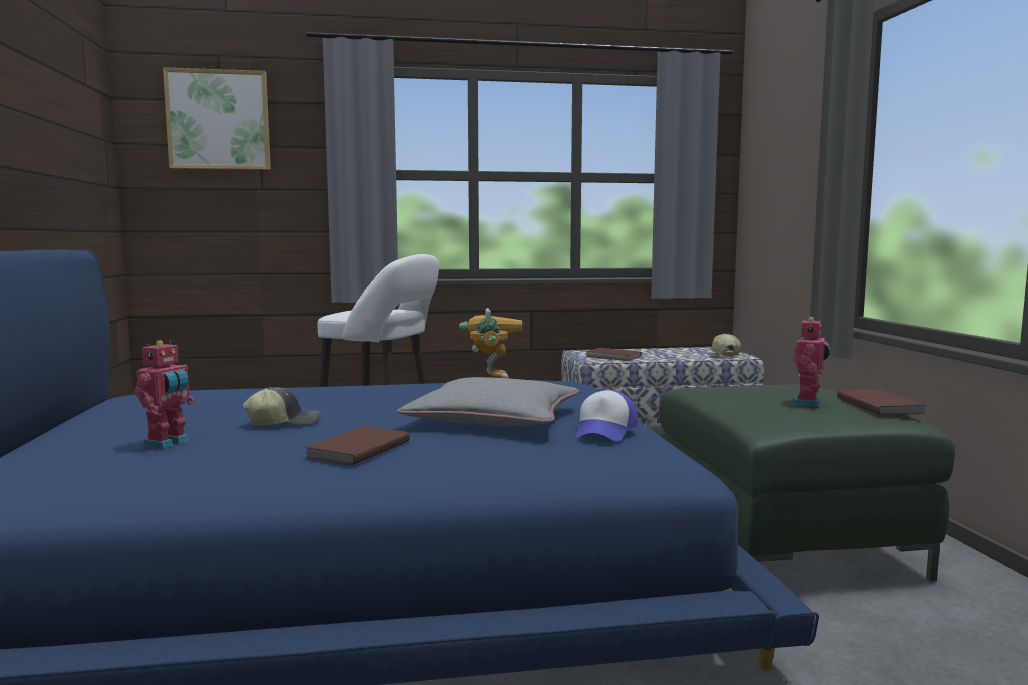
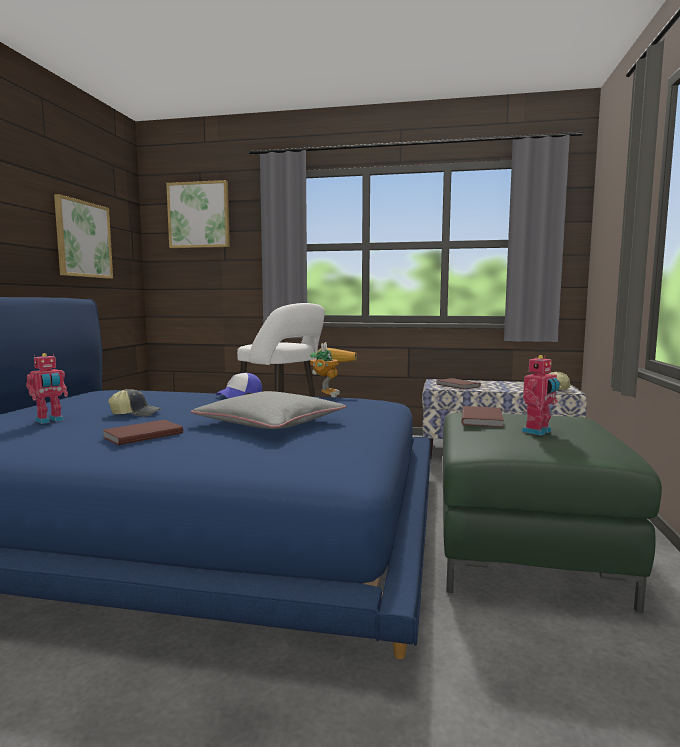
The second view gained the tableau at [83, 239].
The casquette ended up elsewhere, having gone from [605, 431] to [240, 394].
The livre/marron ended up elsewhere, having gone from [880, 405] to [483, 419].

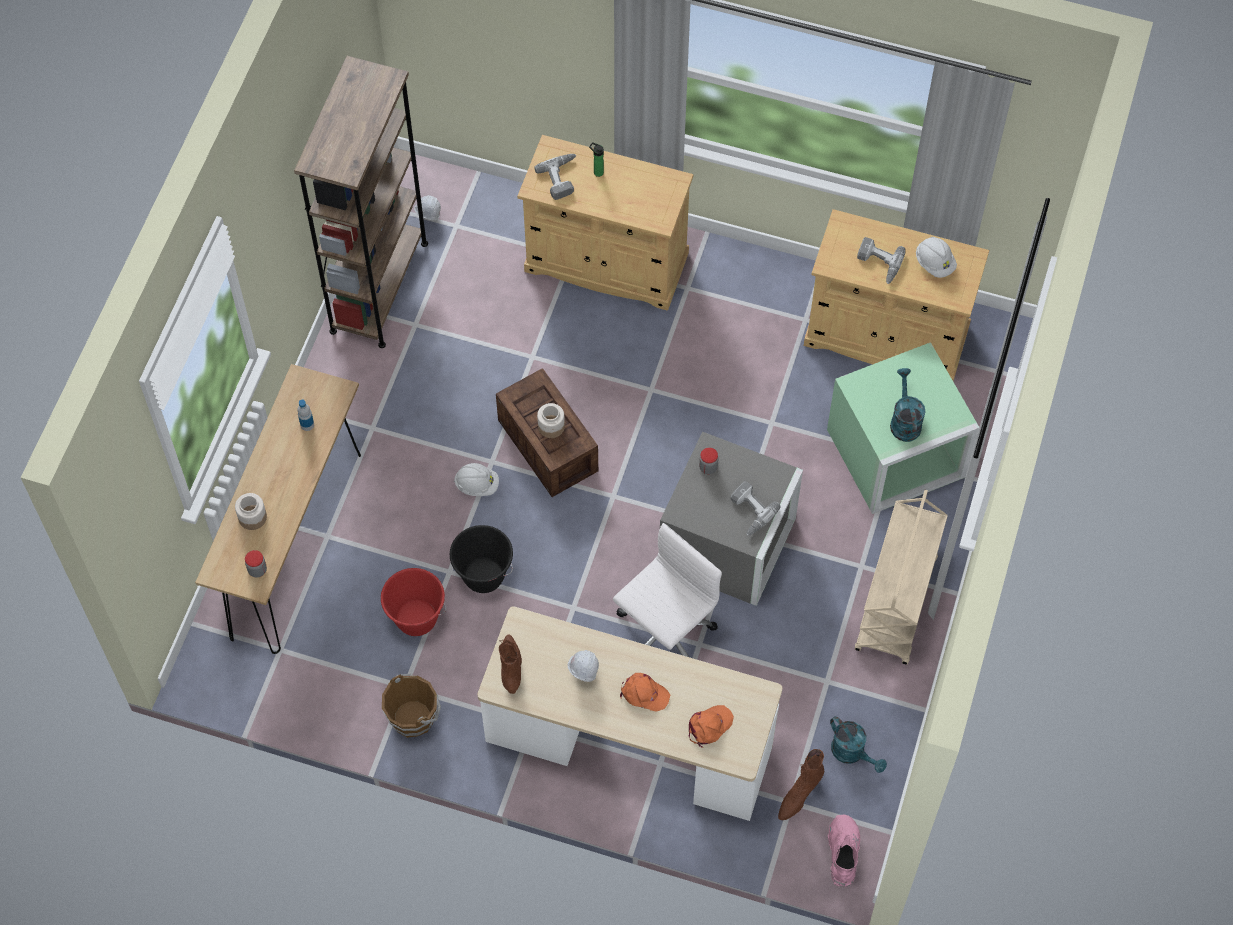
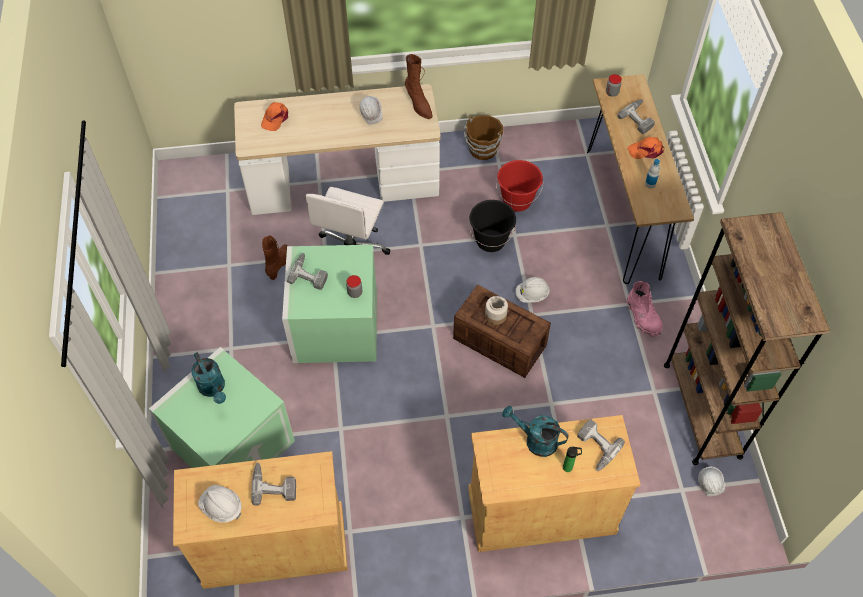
The second view lost the chariot/beige at [896, 605].
The casquette/orange ended up elsewhere, having gone from [644, 693] to [646, 150].
The botte/marron ended up elsewhere, having gone from [799, 795] to [279, 265].
The botte/rose ended up elsewhere, having gone from [843, 852] to [643, 317].
The arrosoir/turquoise ended up elsewhere, having gone from [852, 753] to [535, 440].
Where the bocal stood at [252, 517], the perceuse came to stand at [639, 118].
What was the boîte de rangement/gris at [728, 544] turned into the boîte de rangement/vert at [334, 325].

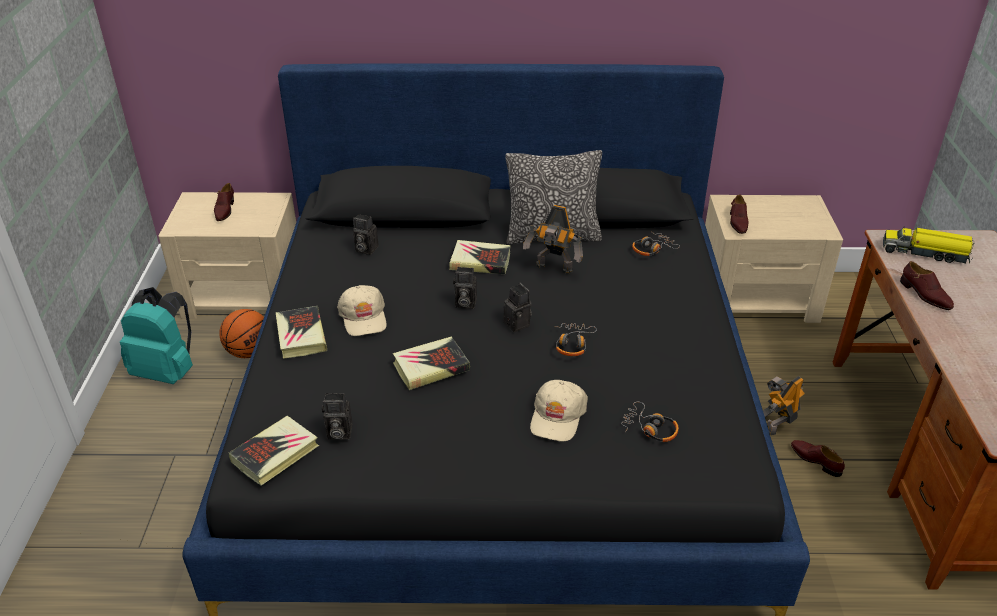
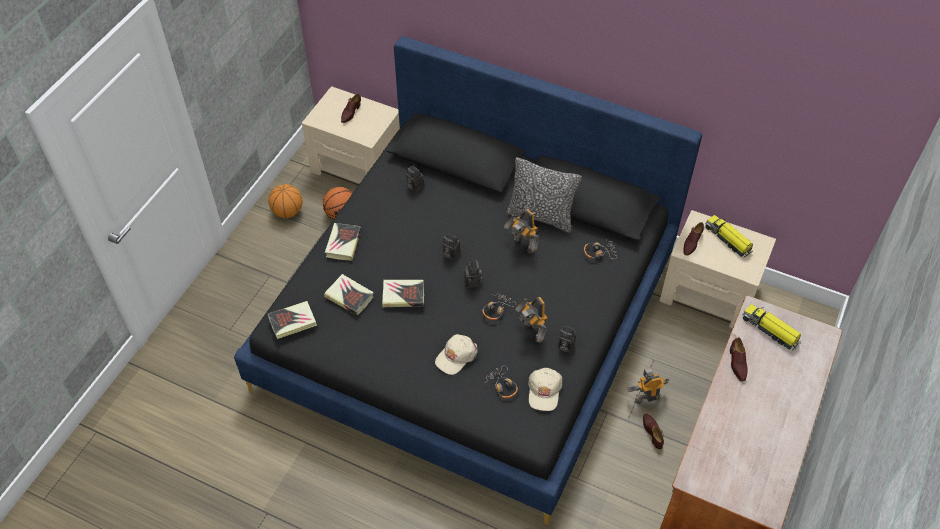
The second view gained the robot jouet at [532, 332].
The second view gained the camion jouet at [728, 239].
The appareil photo ended up elsewhere, having gone from [338, 433] to [564, 346].
The casquette/beige ended up elsewhere, having gone from [363, 317] to [544, 391].
The livre ended up elsewhere, having gone from [480, 261] to [349, 297].
Where the sac à dos/turquoise stood at [167, 371], the ballon de basket came to stand at [287, 212].

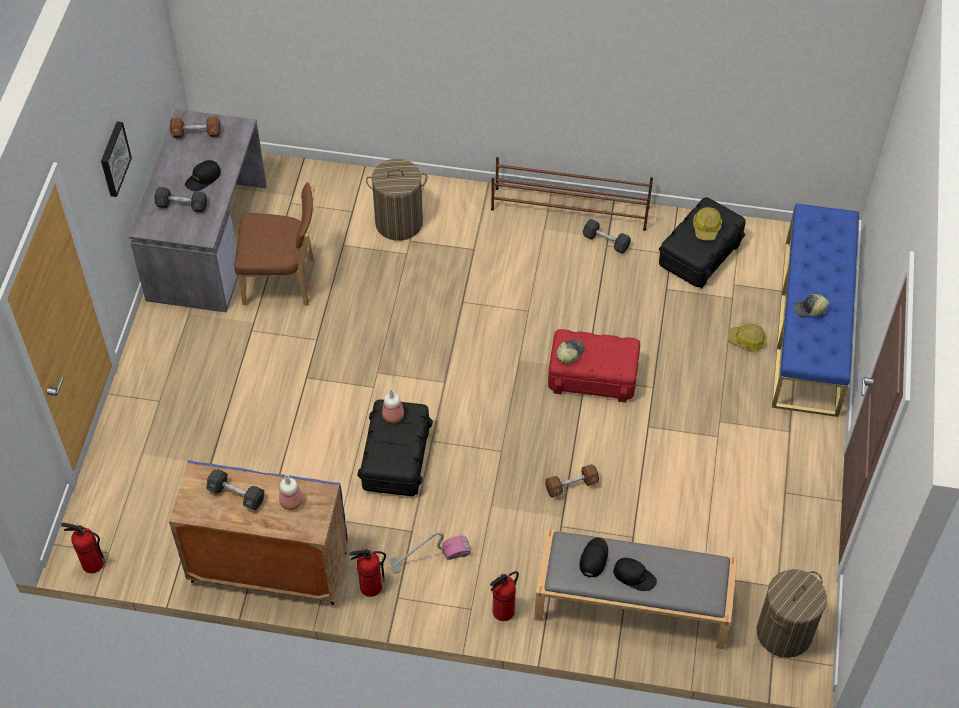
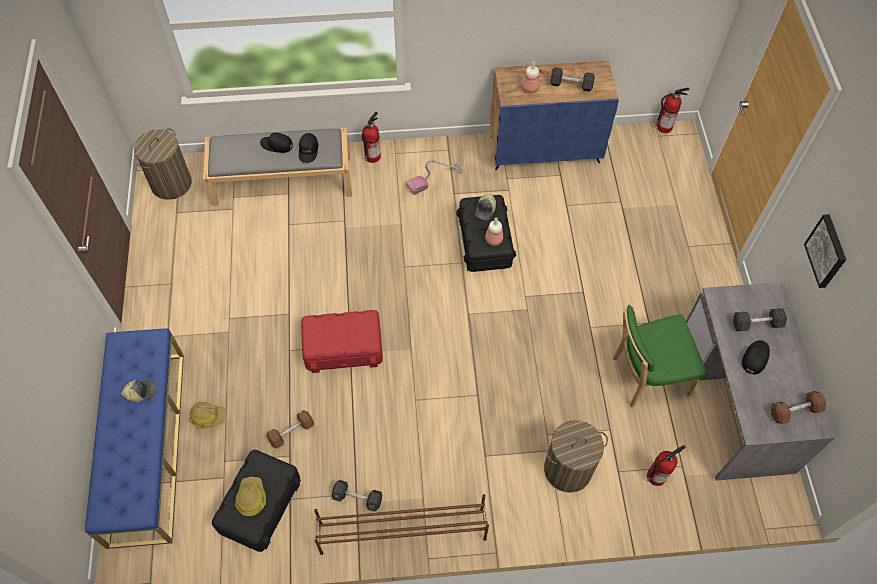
The extincteur ended up elsewhere, having gone from [370, 587] to [657, 475].
The haltère/marron ended up elsewhere, having gone from [571, 485] to [291, 432].
The casquette ended up elsewhere, having gone from [569, 353] to [485, 210].
What was the chaise/marron at [283, 281] turned into the chaise/vert at [646, 376].

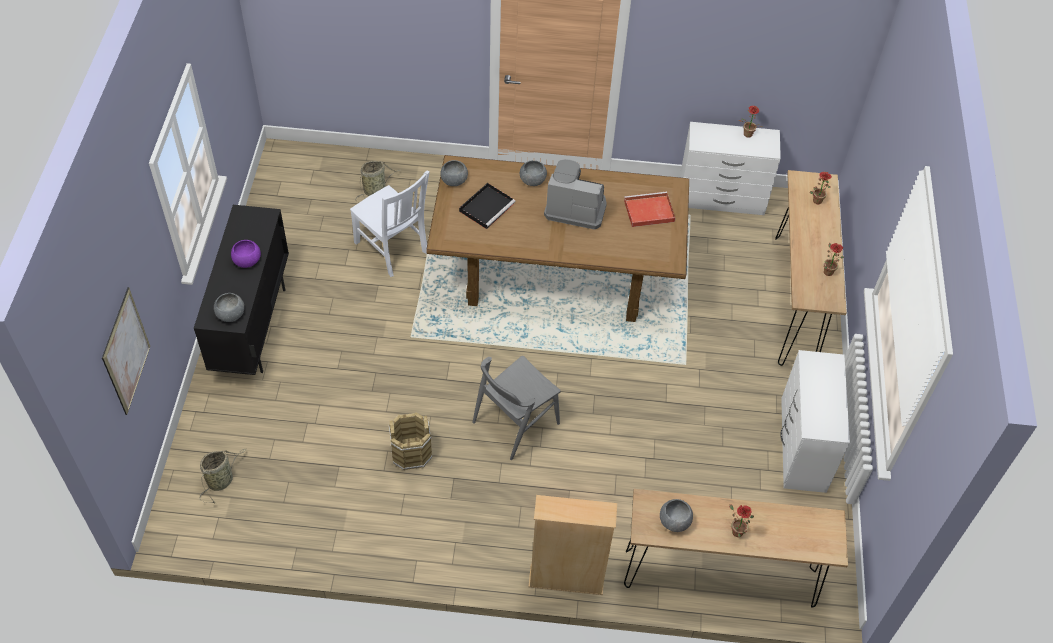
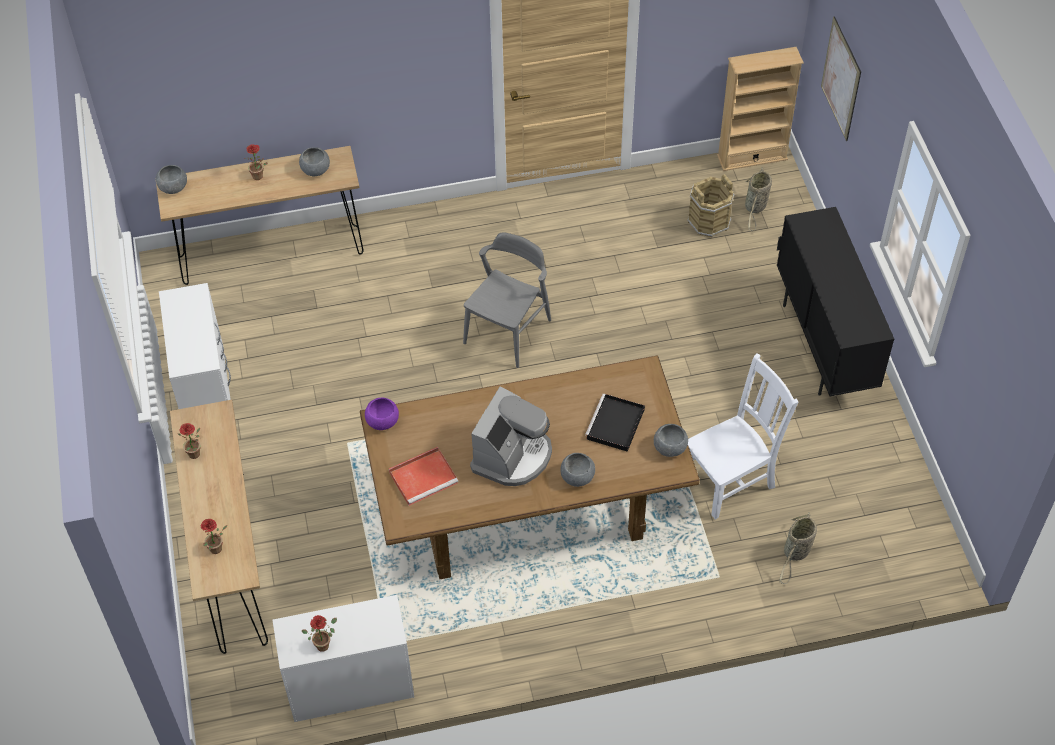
The bol/gris ended up elsewhere, having gone from [230, 314] to [173, 187].
The bol/violet ended up elsewhere, having gone from [247, 260] to [383, 421].
The seau/marron ended up elsewhere, having gone from [411, 452] to [709, 221].
The bibliothèque/beige ended up elsewhere, having gone from [566, 580] to [752, 157].
The chaise/blanc at [392, 249] ended up facing another way, 120 degrees clockwise from before.
The machine à café at [575, 207] ended up facing another way, 60 degrees counterclockwise from before.

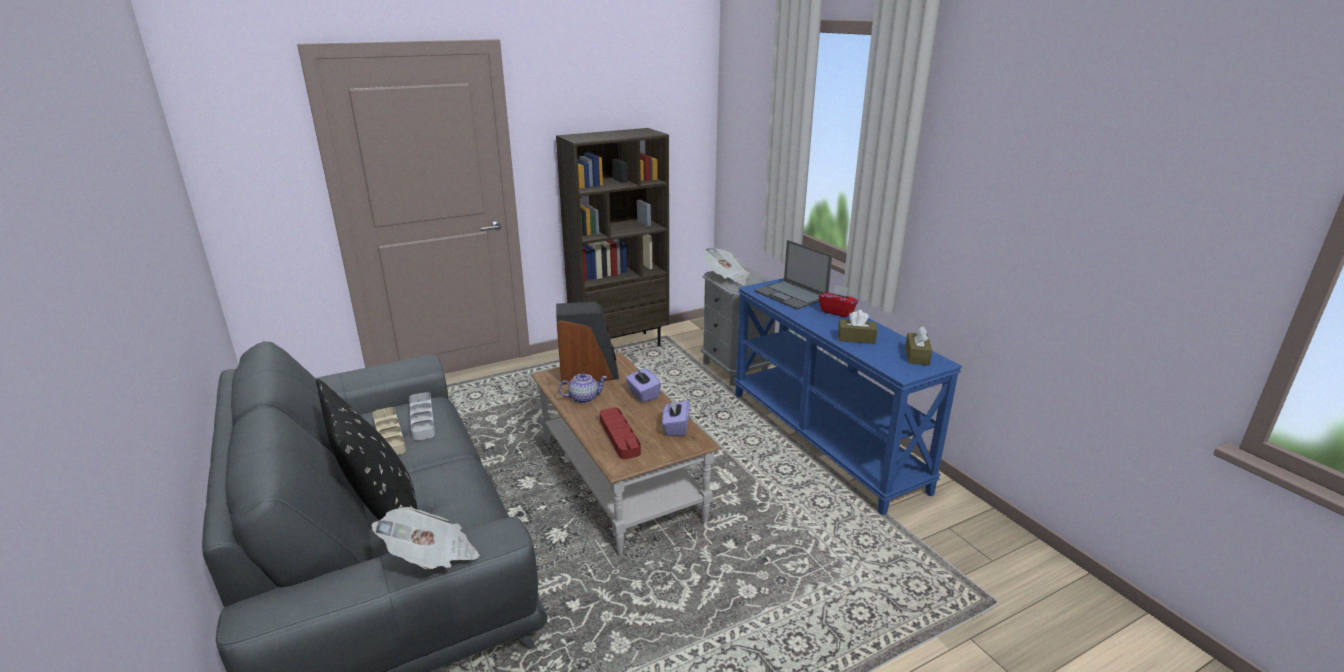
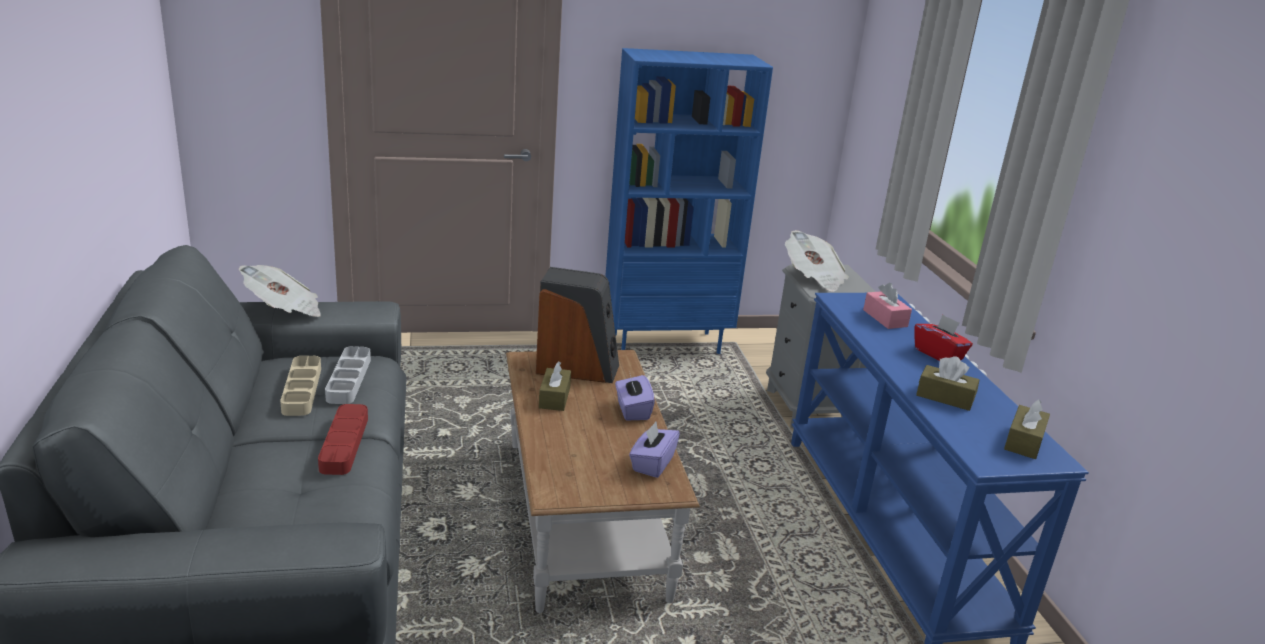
The second view lost the coussin/noir at [382, 510].
The journal ended up elsewhere, having gone from [432, 557] to [284, 310].
The plateau/rouge ended up elsewhere, having gone from [619, 436] to [344, 443].
Where the théière stood at [584, 398], the boîte à mouchoirs/marron came to stand at [554, 398].
Where the ordinateur portable stood at [791, 295], the boîte à mouchoirs/rose came to stand at [885, 318].
What was the bibliothèque/marron at [620, 346] turned into the bibliothèque/bleu at [666, 343].

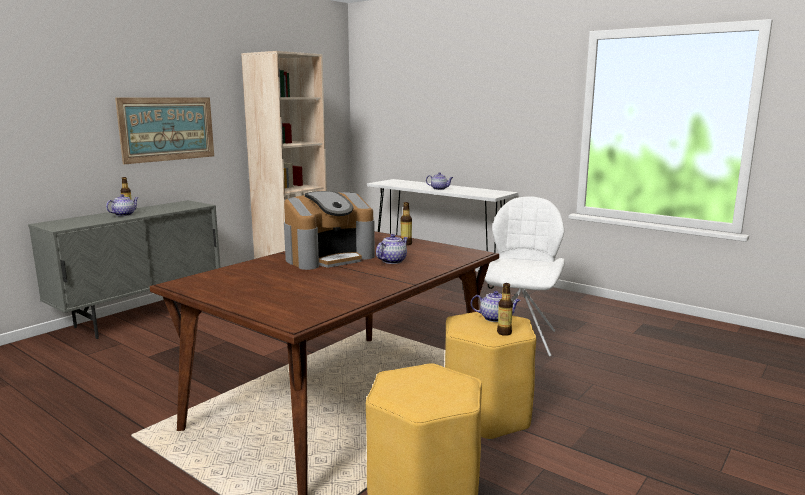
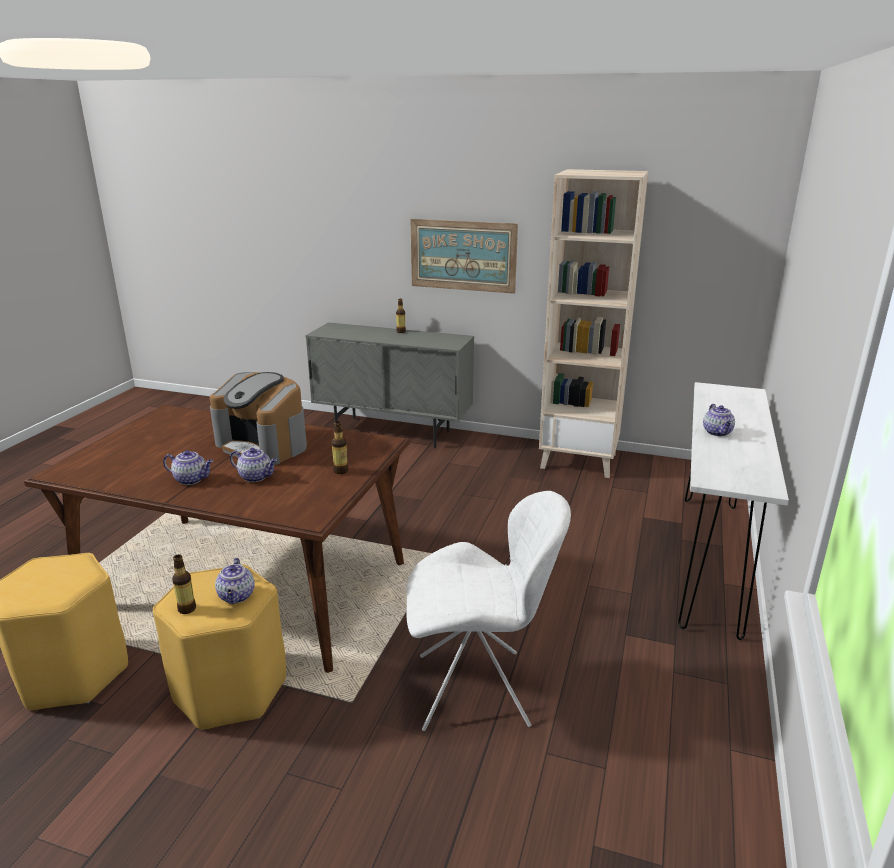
The théière ended up elsewhere, having gone from [124, 214] to [192, 479].

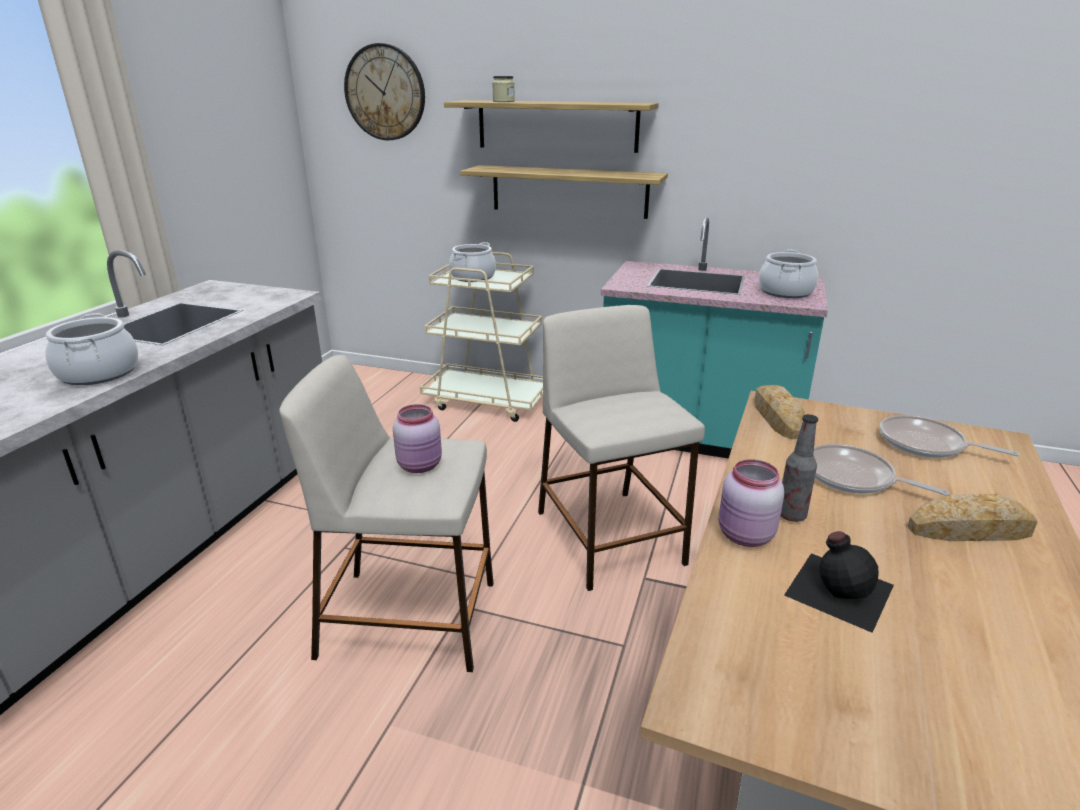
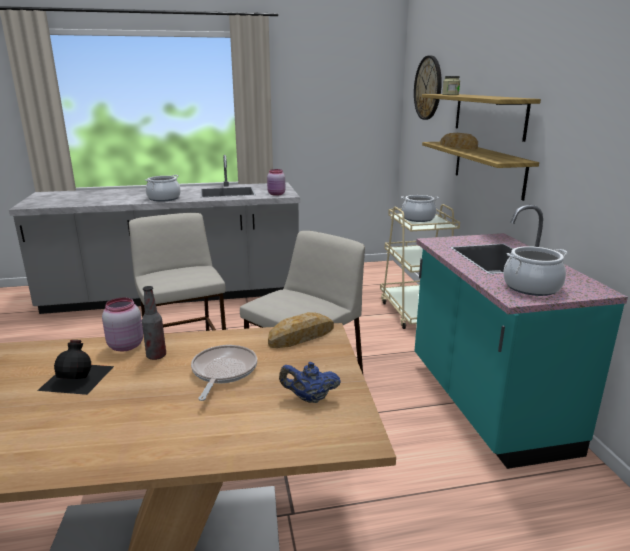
The bocal/rose ended up elsewhere, having gone from [421, 466] to [276, 194].
The pain ended up elsewhere, having gone from [970, 529] to [458, 146].
Where the poêle stood at [926, 444], the théière/bleu came to stand at [309, 398].

